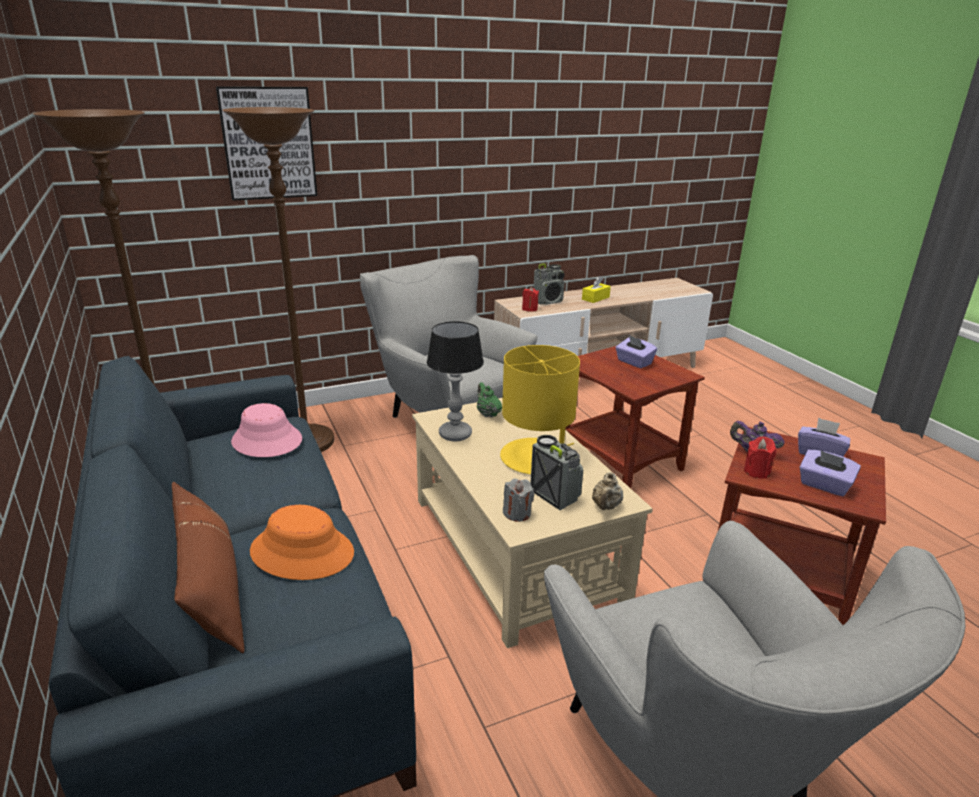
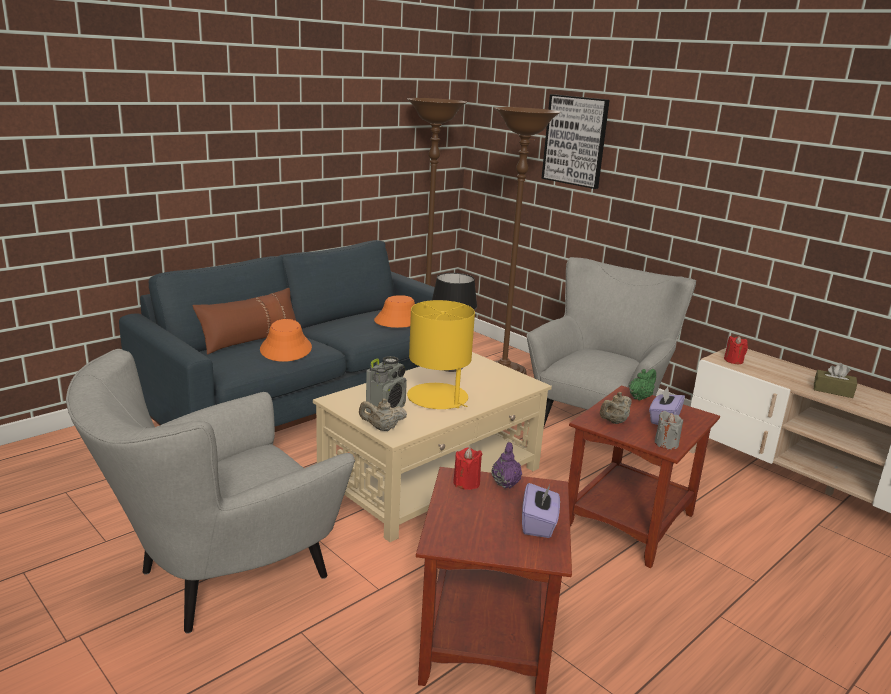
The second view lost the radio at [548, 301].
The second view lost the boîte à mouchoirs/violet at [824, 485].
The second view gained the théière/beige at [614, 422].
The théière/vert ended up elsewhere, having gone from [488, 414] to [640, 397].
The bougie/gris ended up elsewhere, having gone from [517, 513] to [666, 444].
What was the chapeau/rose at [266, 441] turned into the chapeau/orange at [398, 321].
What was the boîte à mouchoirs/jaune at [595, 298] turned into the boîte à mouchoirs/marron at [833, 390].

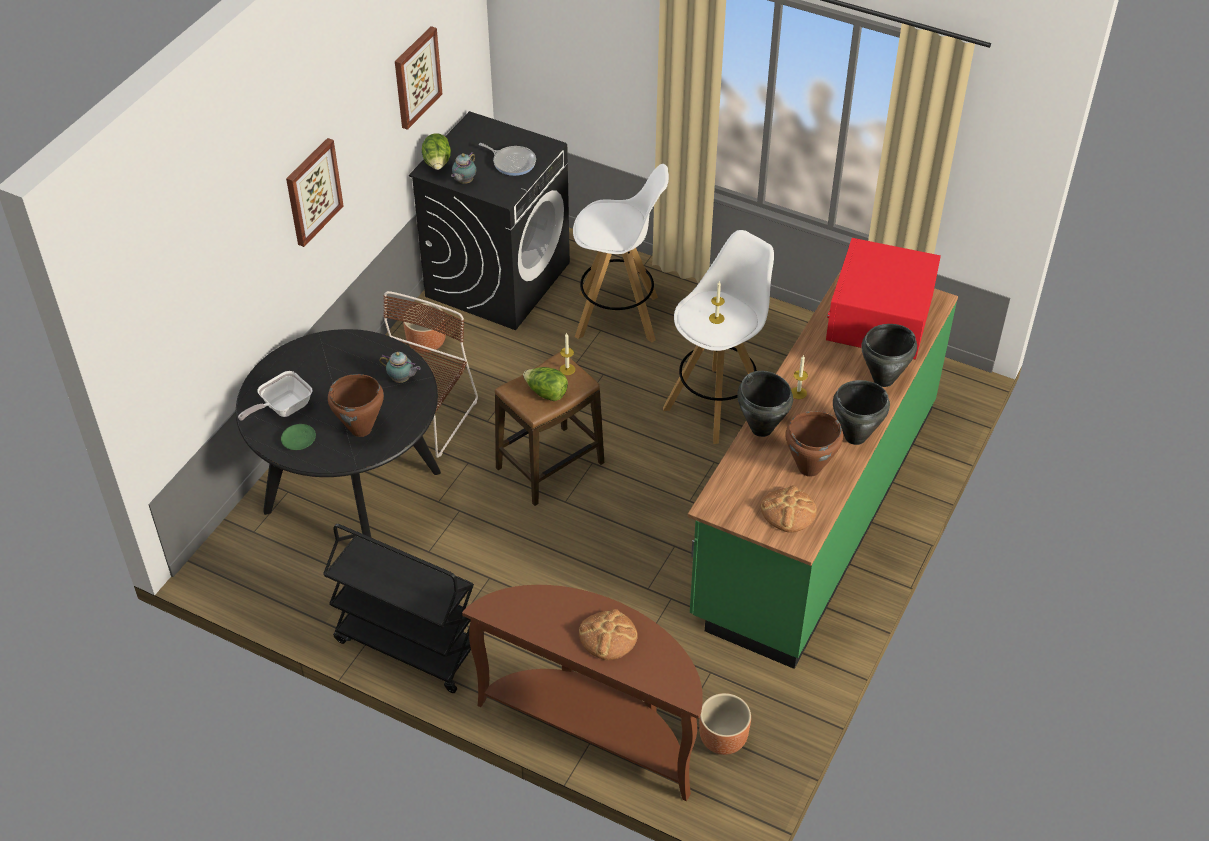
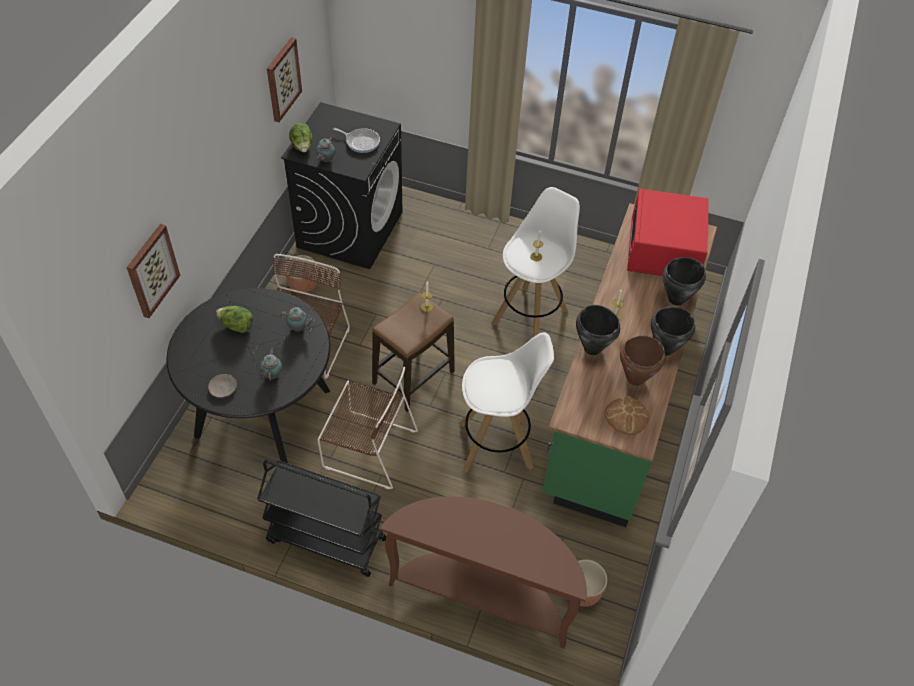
The second view lost the poêle at [282, 408].
The second view lost the pain at [608, 636].
The second view gained the chaise/marron at [367, 448].
The tableau ended up elsewhere, having gone from [312, 191] to [151, 270].
The laitue ended up elsewhere, having gone from [546, 393] to [236, 326].
The tabouret/blanc ended up elsewhere, having gone from [618, 317] to [497, 445].
Where the marmite/marron stood at [361, 429], the théière came to stand at [273, 374].
What was the assiette/vert at [299, 440] turned into the assiette/beige at [223, 387].

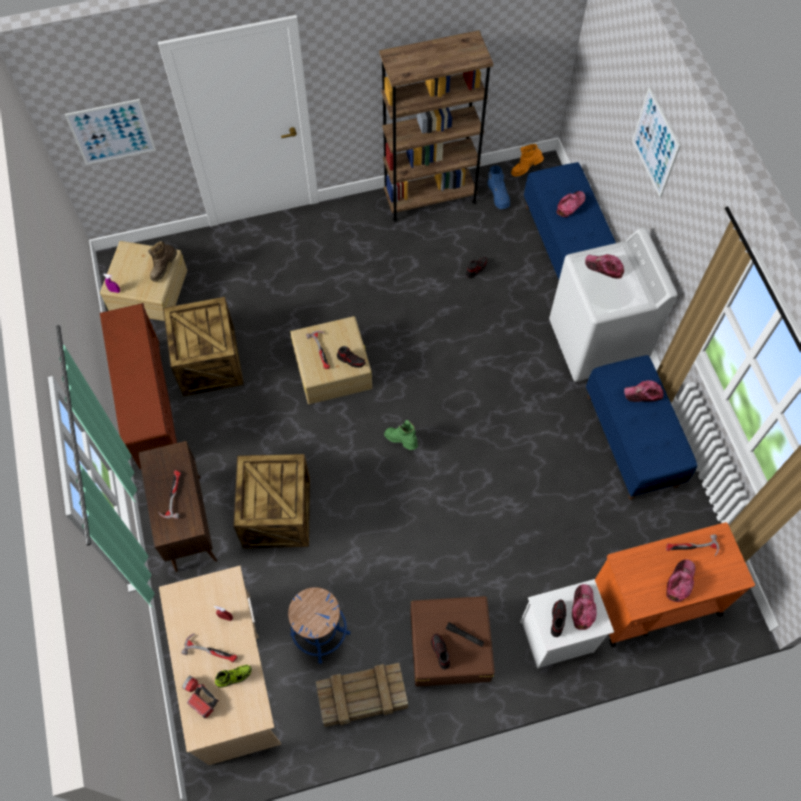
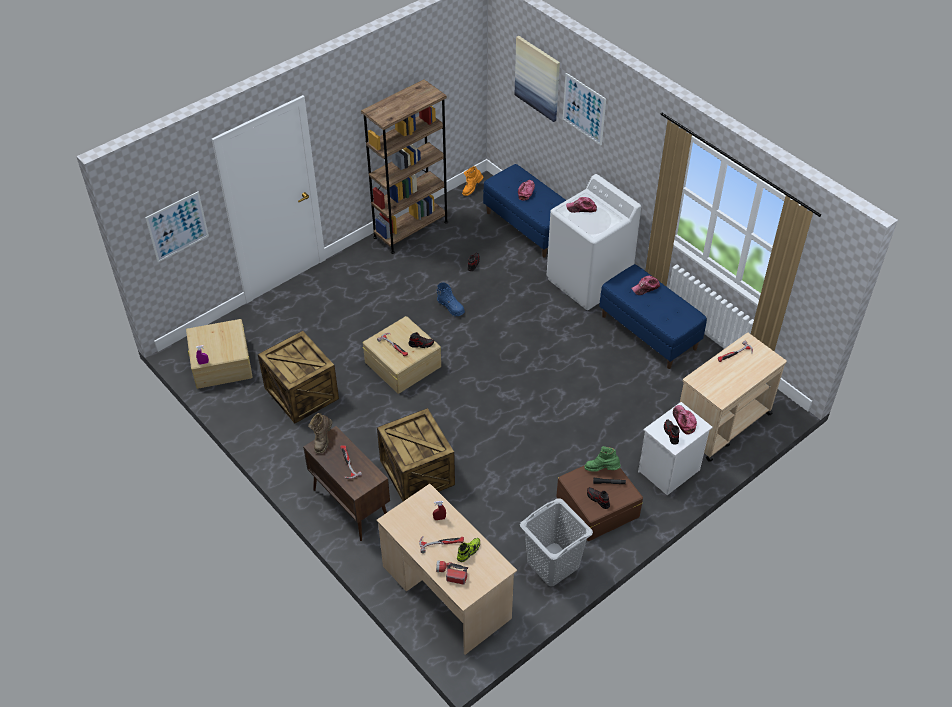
The second view lost the étagère à chaussures/marron at [148, 403].
The second view lost the tabouret/bleu at [320, 633].
The second view lost the casquette at [680, 582].
The second view gained the tableau at [538, 78].
The botte/marron ended up elsewhere, having gone from [164, 268] to [322, 440].
The botte/vert ended up elsewhere, having gone from [402, 441] to [602, 469].
The botte/bleu ended up elsewhere, having gone from [498, 195] to [451, 307].
Where the caisse stood at [361, 697], the panier à linge/gris came to stand at [552, 564].
What was the chariot/orange at [653, 601] turned into the chariot/beige at [721, 423].

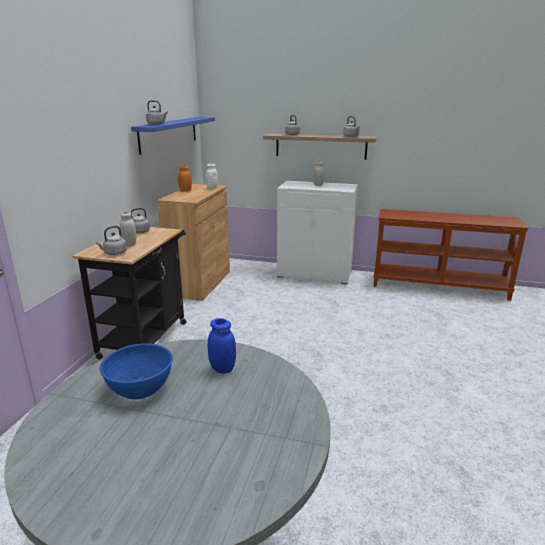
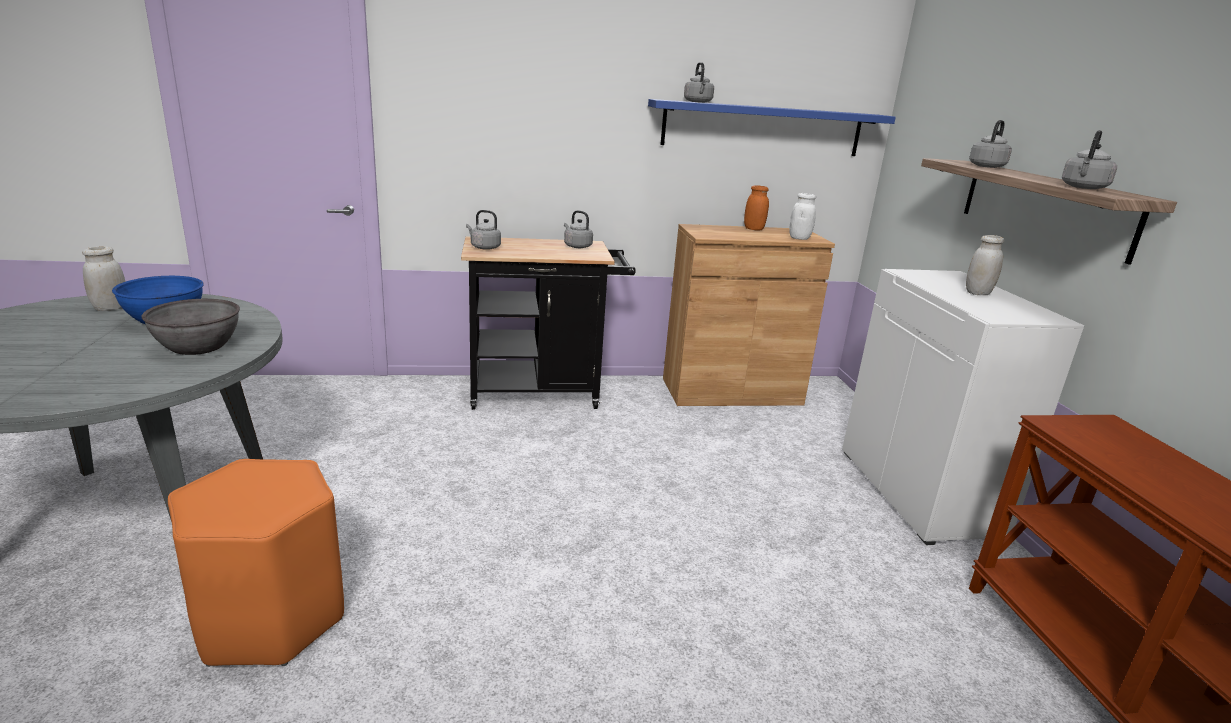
The second view gained the tabouret/orange at [270, 618].
The bocal/blanc ended up elsewhere, having gone from [129, 244] to [110, 308].
Where the bocal/bleu stood at [222, 368], the bol/gris came to stand at [198, 347].

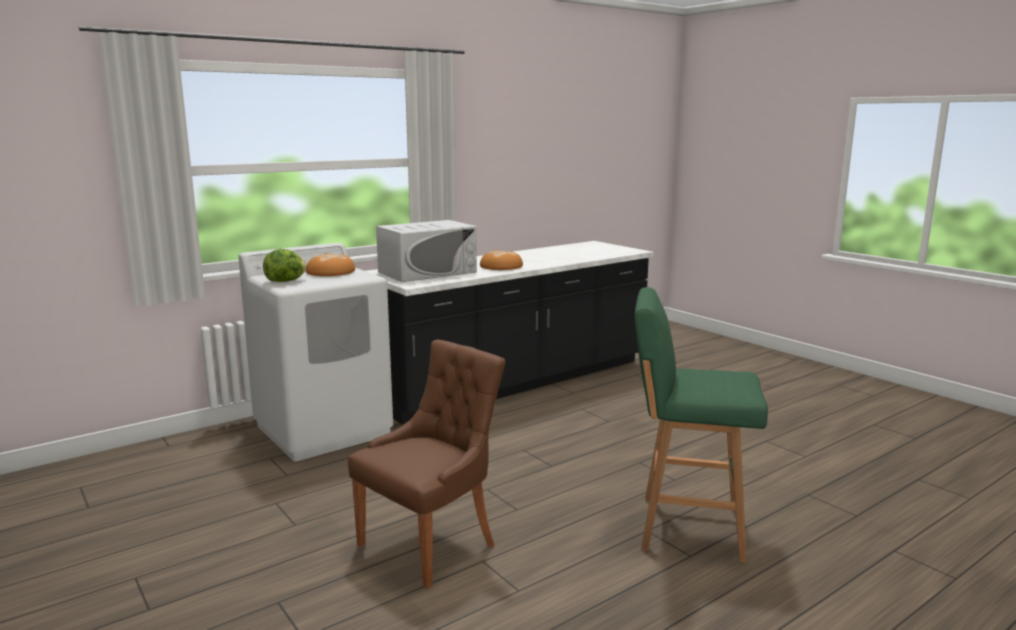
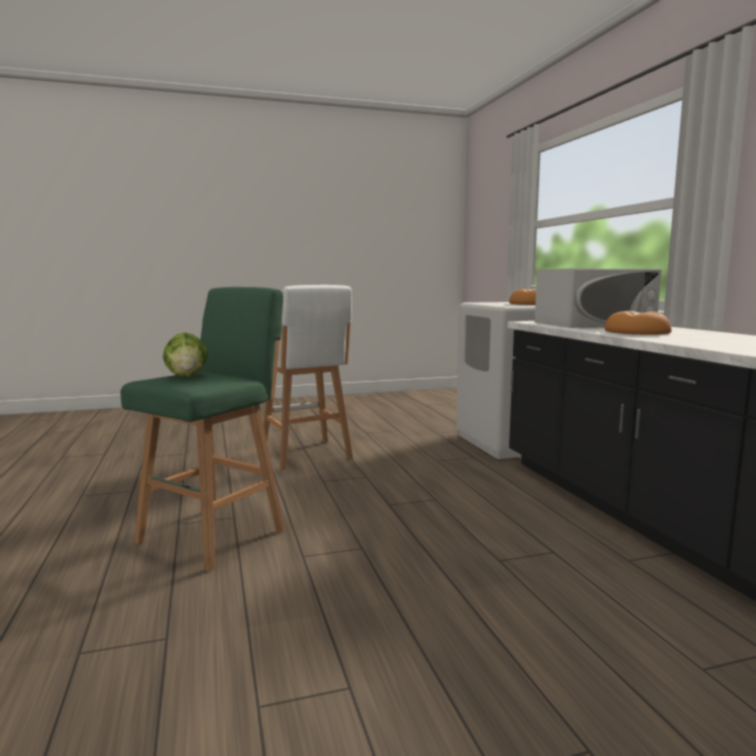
The laitue ended up elsewhere, having gone from [286, 281] to [187, 377].
Where the chaise/marron stood at [431, 543], the tabouret/blanc came to stand at [306, 456].
The micro-ondes/blanc at [427, 272] ended up facing another way, 90 degrees counterclockwise from before.

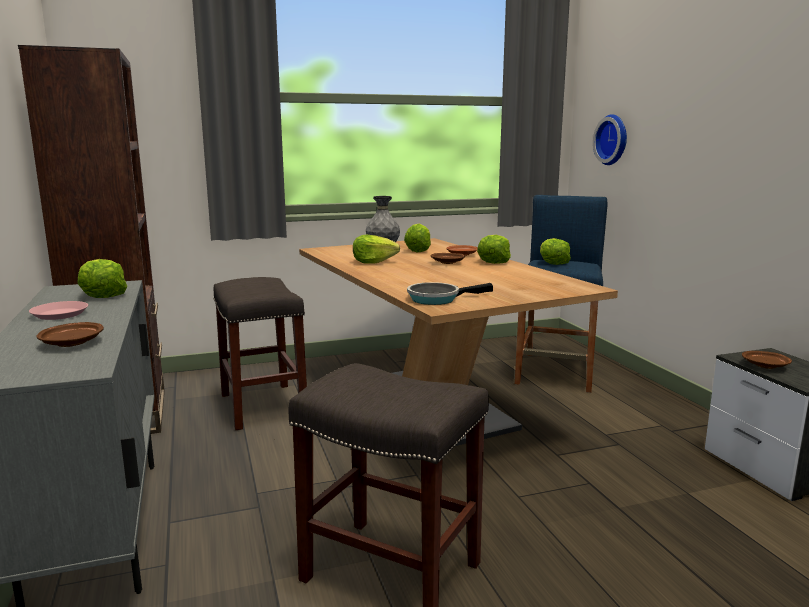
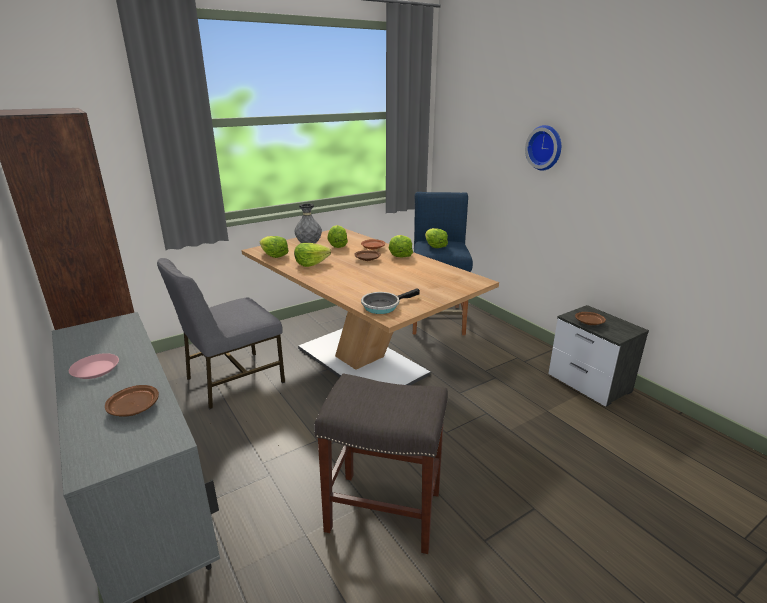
The laitue ended up elsewhere, having gone from [102, 295] to [274, 255].
The horloge murale ended up elsewhere, having gone from [613, 140] to [545, 147].
Where the tabouret/gris stood at [262, 405], the chaise/gris came to stand at [233, 380].

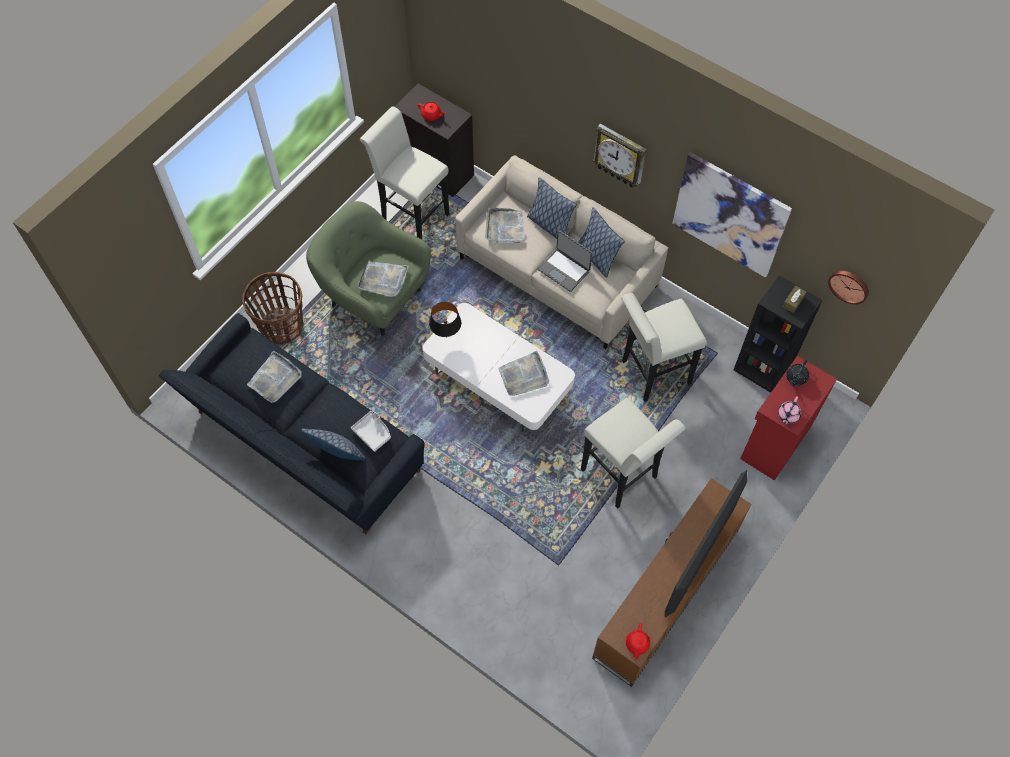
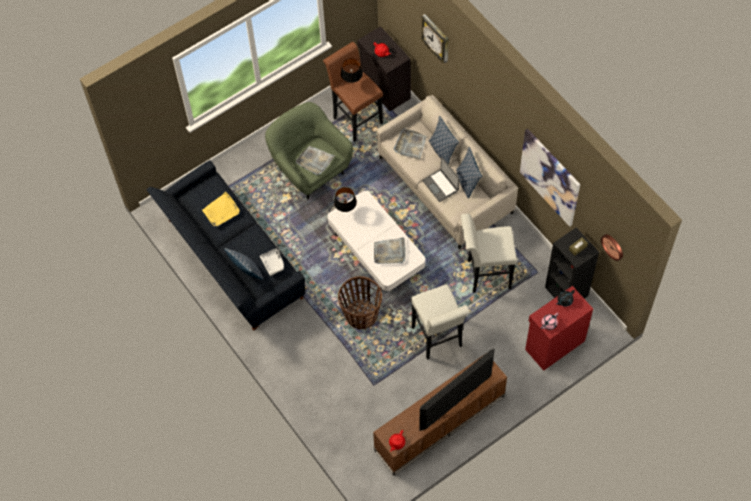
The second view gained the lampe de table/noir at [352, 85].
The panier ended up elsewhere, having gone from [281, 326] to [361, 315].
The horloge murale ended up elsewhere, having gone from [620, 156] to [436, 39].
What was the plateau/gris at [275, 379] turned into the plateau/jaune at [221, 211].
What was the tabouret/blanc at [411, 216] turned into the tabouret/marron at [355, 118].

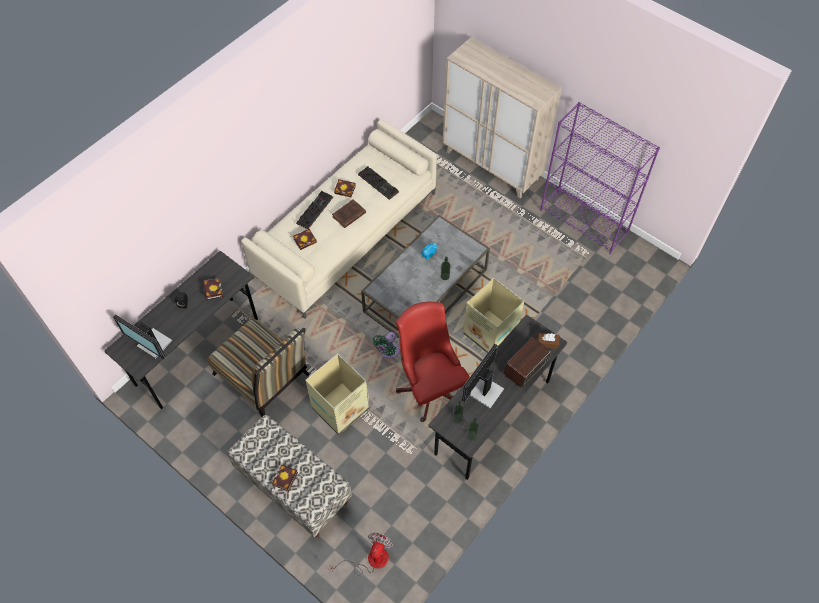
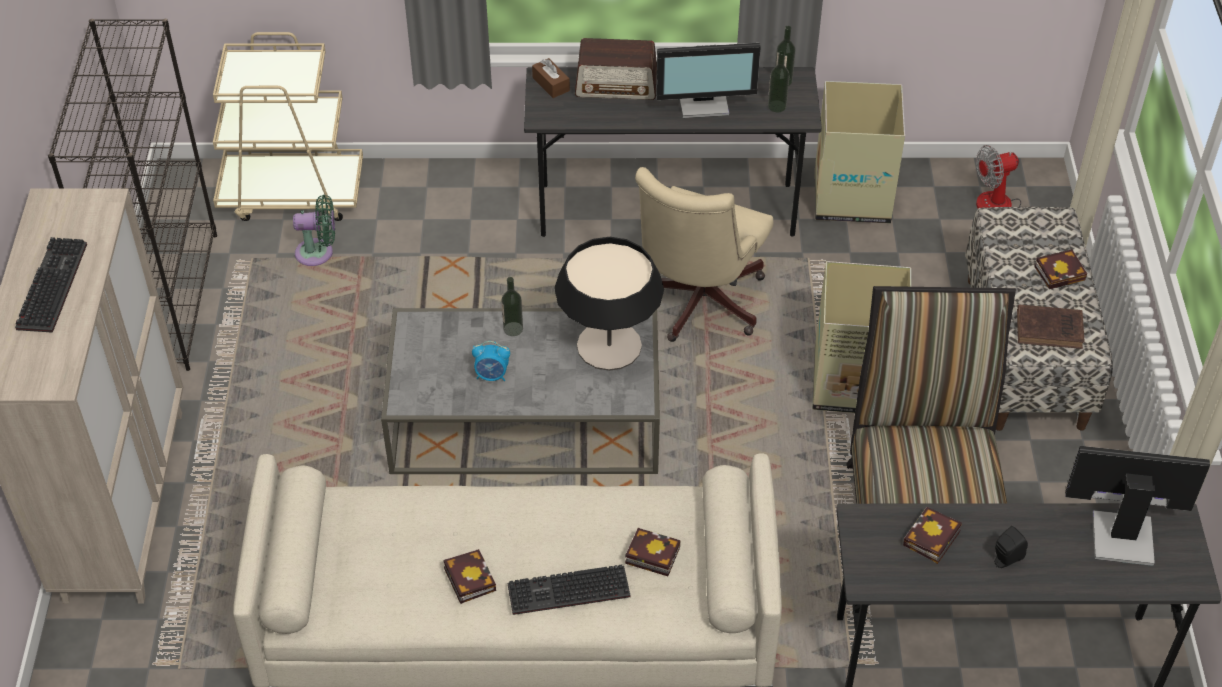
The second view gained the chariot/beige at [292, 193].
The second view gained the lampe de table at [609, 346].
The livre/marron ended up elsewhere, having gone from [348, 215] to [1051, 330].
The clavier ended up elsewhere, having gone from [379, 183] to [50, 285].
The ventilateur/vert ended up elsewhere, having gone from [388, 352] to [318, 253].
The carton ended up elsewhere, having gone from [490, 334] to [852, 195].
What was the chaise de bureau/rouge at [429, 386] turned into the chaise de bureau/beige at [696, 304].
What was the bibliothèque/violet at [584, 222] turned into the bibliothèque/noir at [167, 299].
The écran d'ordinateur at [153, 345] ended up facing another way, 75 degrees counterclockwise from before.

